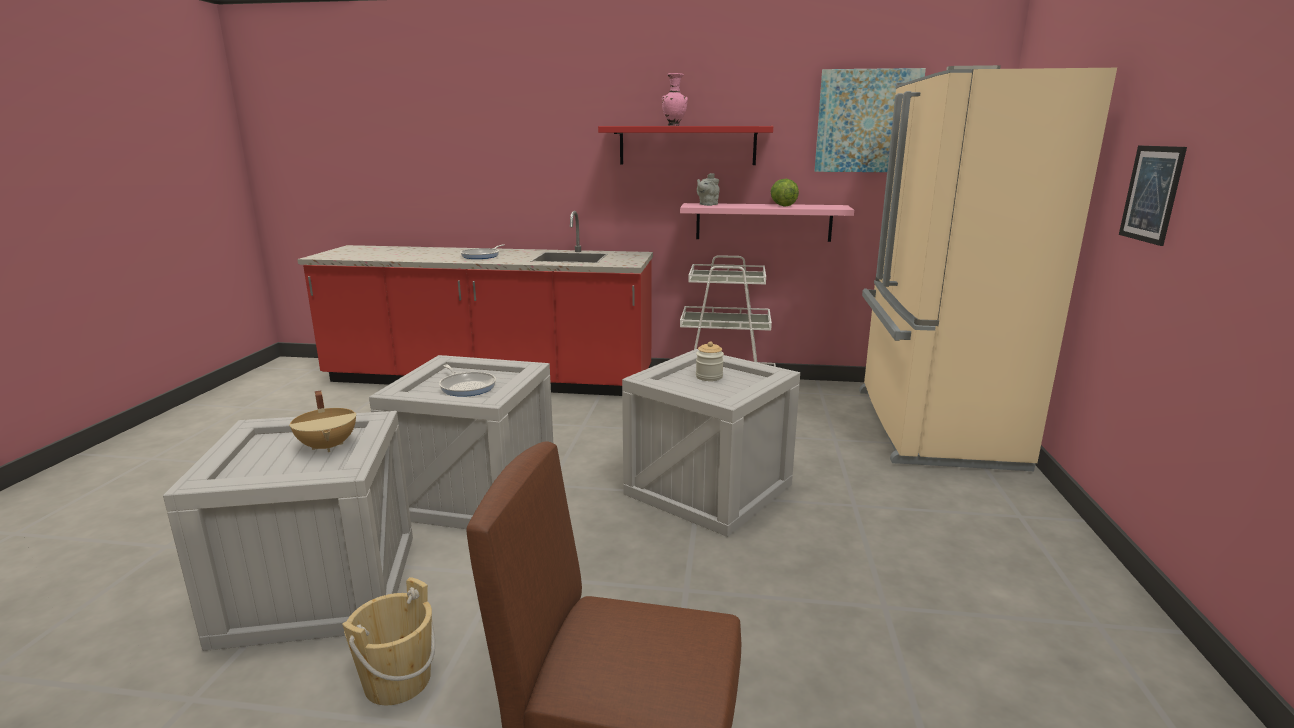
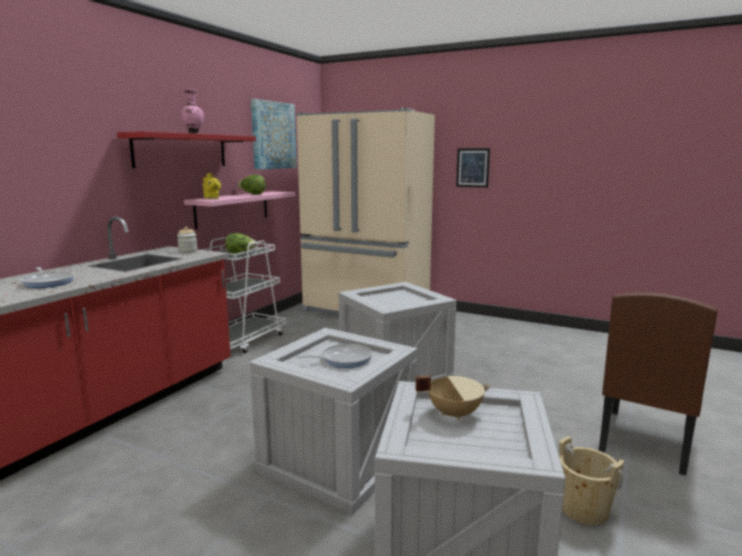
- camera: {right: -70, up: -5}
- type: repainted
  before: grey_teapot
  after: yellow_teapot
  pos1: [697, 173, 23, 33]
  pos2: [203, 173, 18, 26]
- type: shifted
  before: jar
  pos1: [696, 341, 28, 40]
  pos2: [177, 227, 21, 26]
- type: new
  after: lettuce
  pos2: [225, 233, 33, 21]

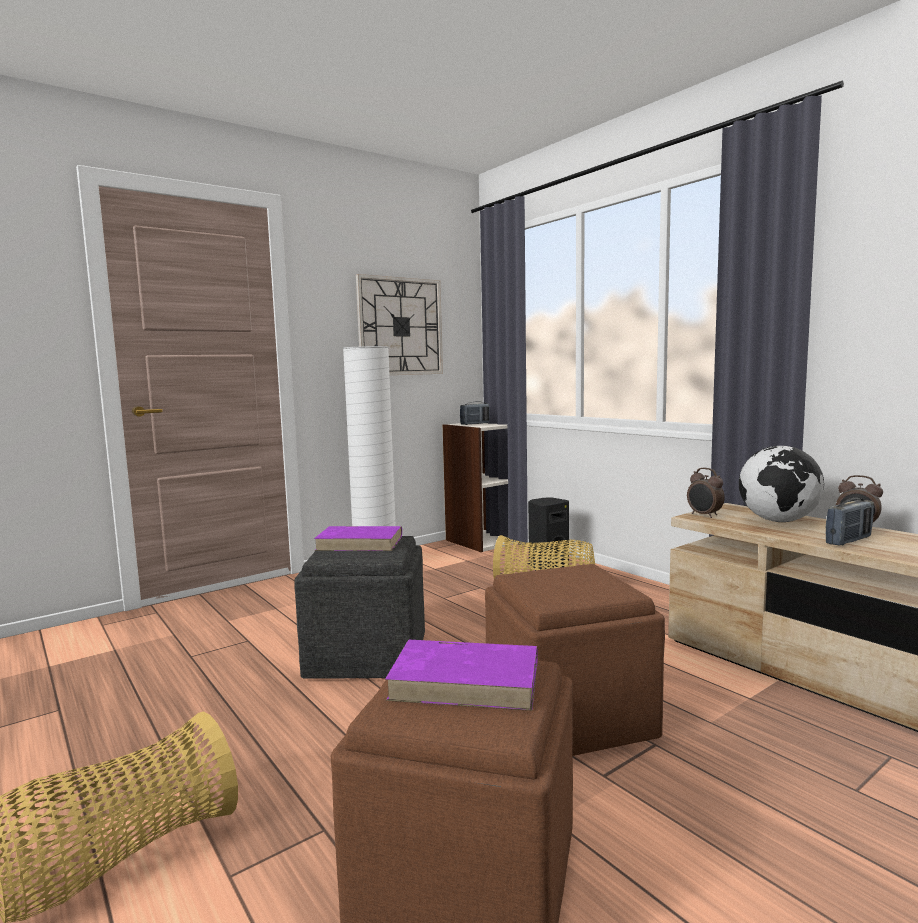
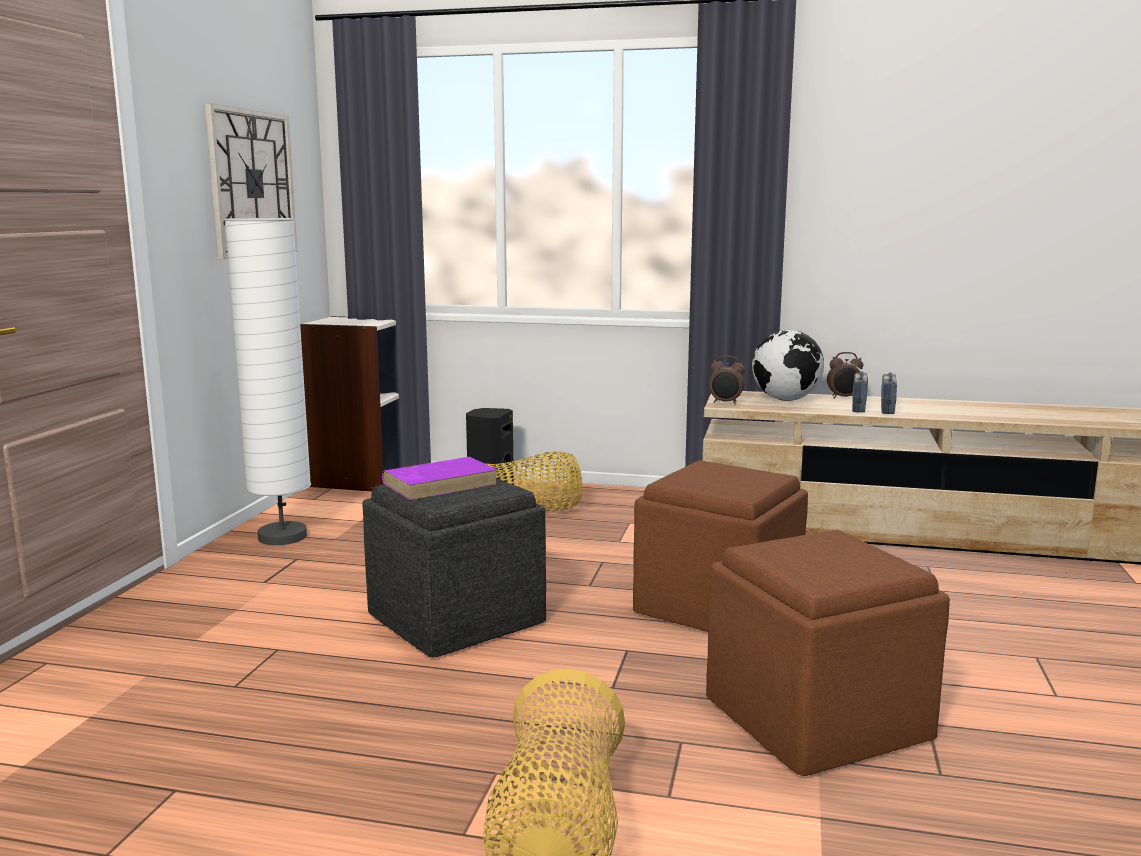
- camera: {right: -40, up: 5}
- type: shifted
  before: radio
  pos1: [460, 401, 29, 24]
  pos2: [881, 372, 16, 42]
- type: gone
  before: purple_book
  pos1: [385, 640, 153, 71]

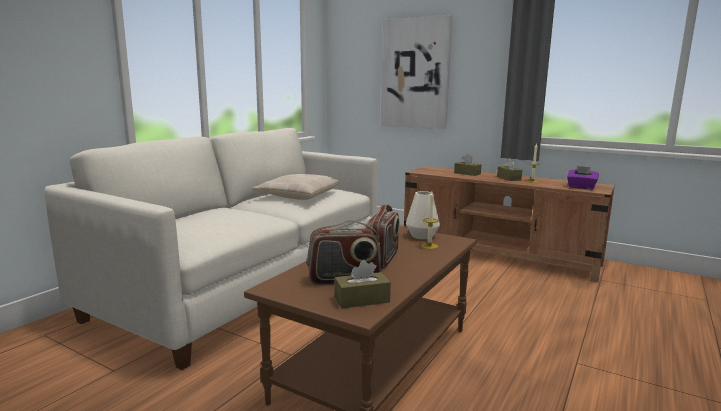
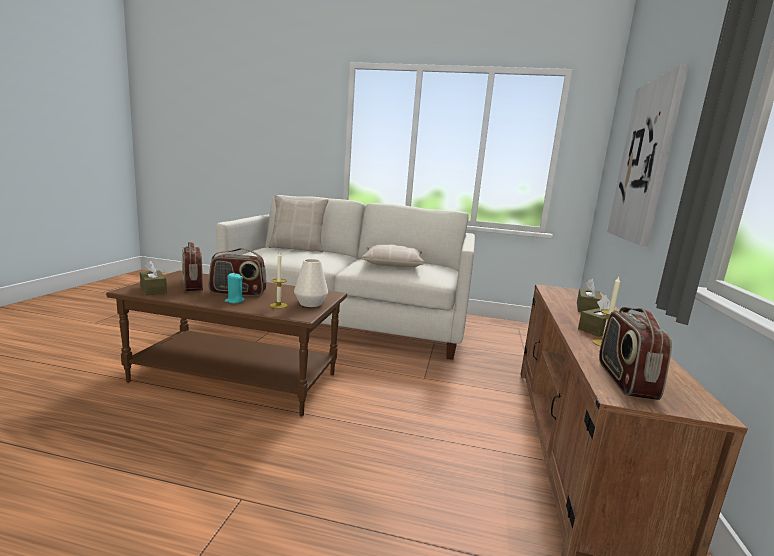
- camera: {right: 70, up: 0}
- type: swapped
  before: purple_tissue_box
  after: radio
  pos1: [567, 166, 32, 23]
  pos2: [599, 307, 73, 93]
- type: new
  after: beige_pillow
  pos2: [268, 195, 60, 57]
- type: new
  after: turquoise_candle
  pos2: [225, 273, 20, 30]

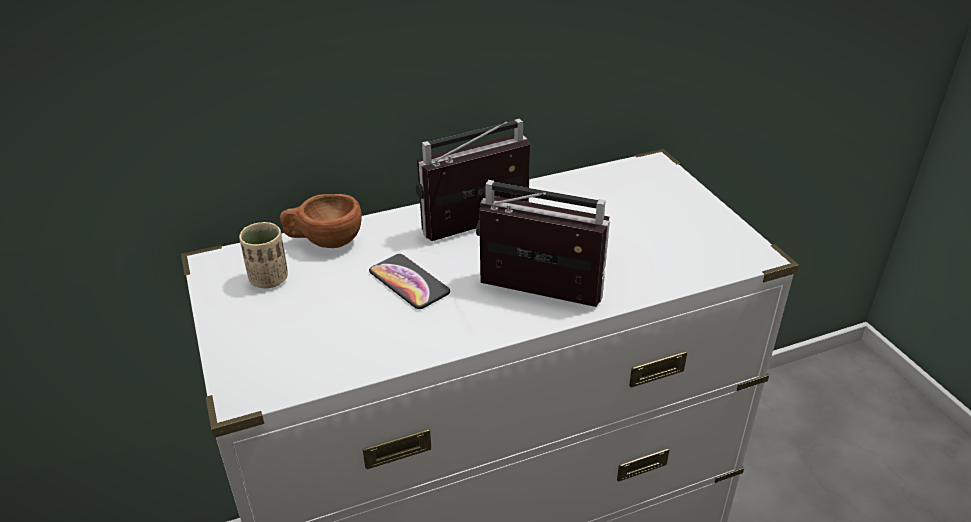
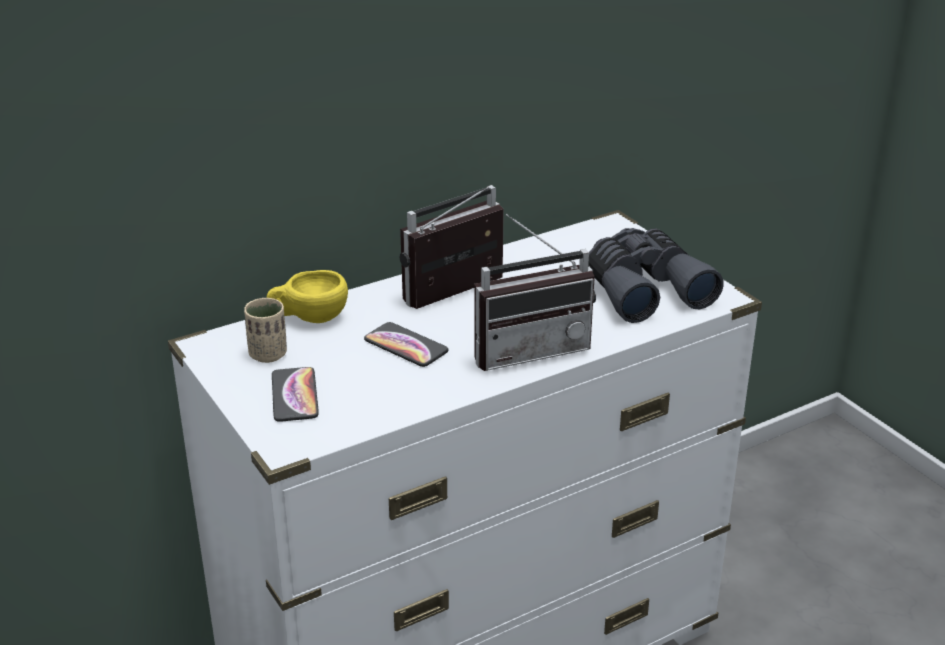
- camera: {right: -10, up: -5}
- type: rotated
  before: radio
  pos1: [476, 180, 134, 127]
  pos2: [475, 214, 121, 157]
  turn: 150
- type: repainted
  before: brown_cup
  after: yellow_cup
  pos1: [280, 194, 82, 54]
  pos2: [267, 270, 81, 53]
- type: new
  after: grey_binoculars
  pos2: [588, 228, 136, 95]
- type: new
  after: phone
  pos2: [272, 367, 47, 55]

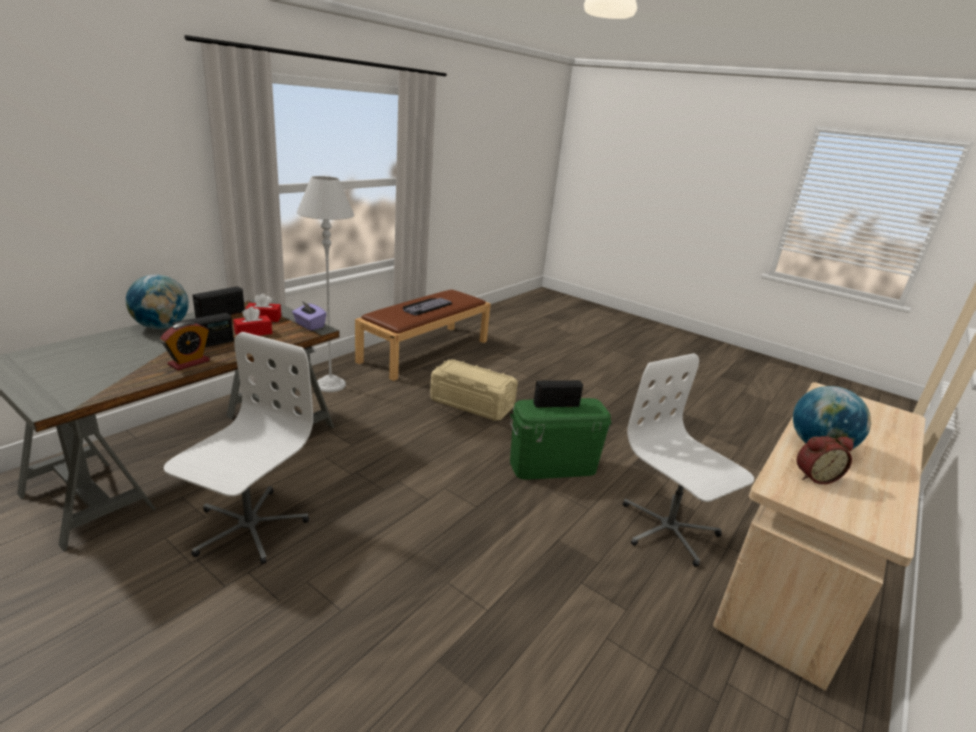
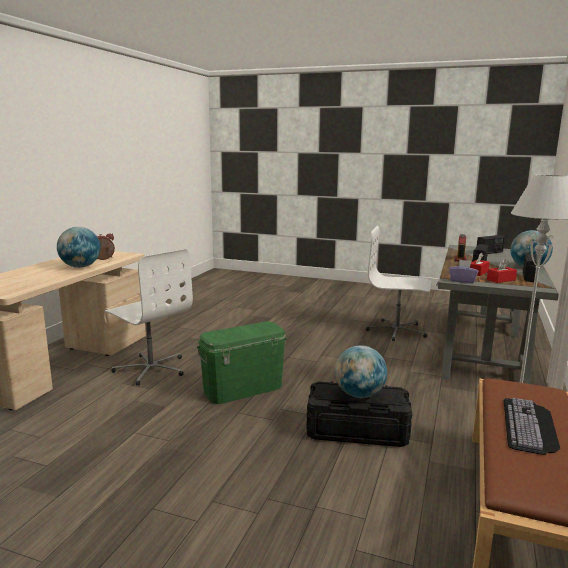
- camera: {right: 165, up: -10}
- type: rotated
  before: white_office_chair
  pos1: [164, 332, 149, 232]
  pos2: [366, 226, 66, 115]
  turn: 105
- type: repainted
  before: beige_storage_box
  after: black_storage_box
  pos1: [430, 359, 88, 62]
  pos2: [306, 381, 106, 66]
- type: shifted
  before: radio
  pos1: [533, 380, 50, 27]
  pos2: [477, 235, 28, 19]
- type: new
  after: globe
  pos2: [335, 345, 52, 53]

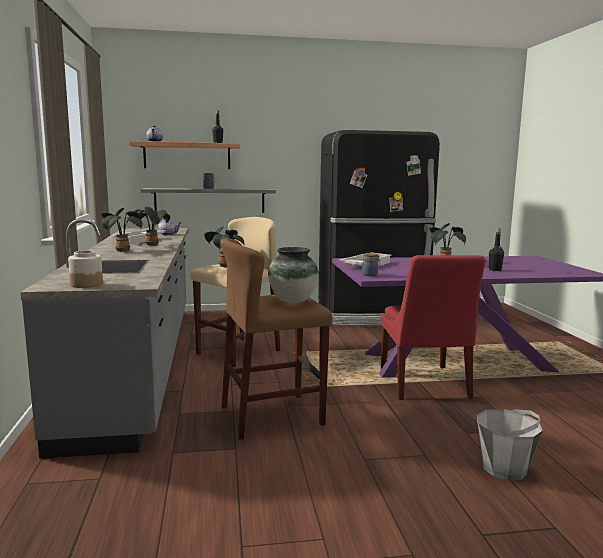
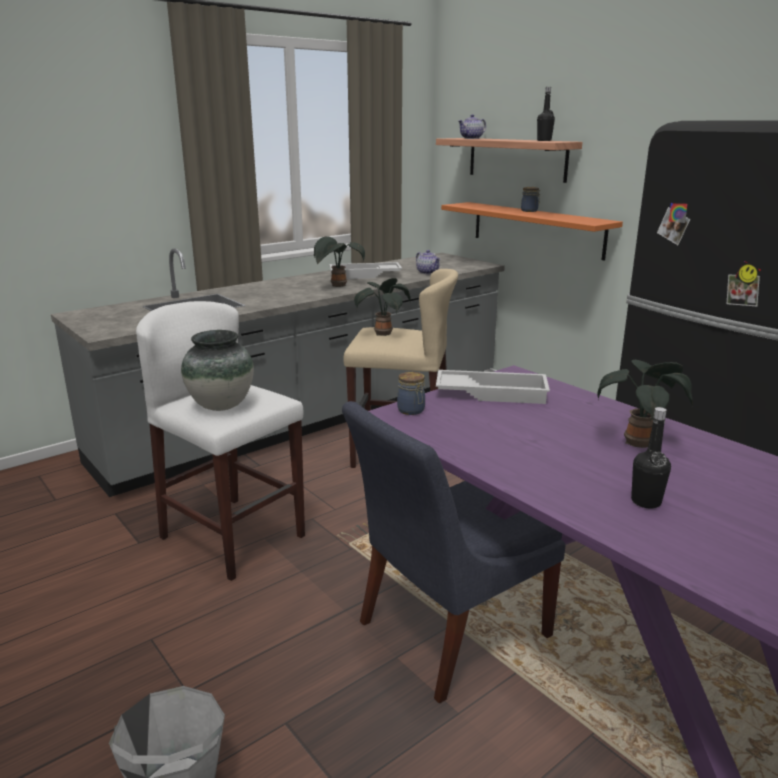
- camera: {right: 60, up: 10}
- type: repainted
  before: grey_shelf
  after: orange_shelf
  pos1: [140, 188, 136, 25]
  pos2: [441, 202, 182, 59]
- type: gone
  before: potted_plant
  pos1: [101, 208, 41, 44]
- type: repainted
  before: brown_stool
  after: white_stool
  pos1: [220, 238, 113, 202]
  pos2: [136, 301, 169, 280]
- type: gone
  before: jar
  pos1: [68, 250, 35, 38]
- type: repainted
  before: red_chair
  after: blue_chair
  pos1: [381, 255, 105, 145]
  pos2: [342, 401, 224, 302]

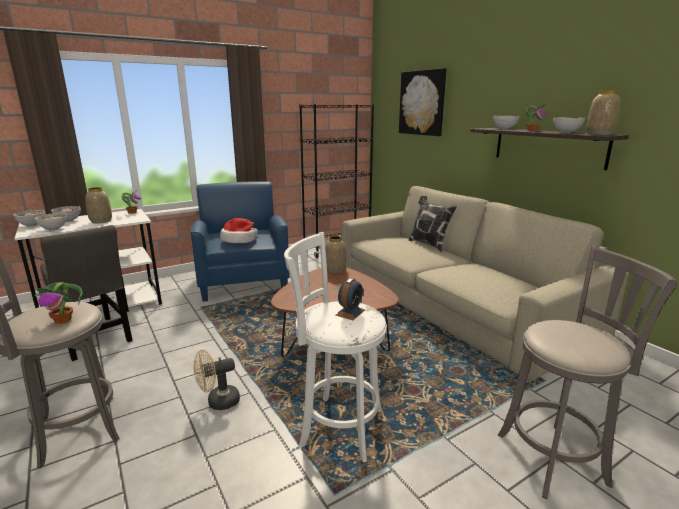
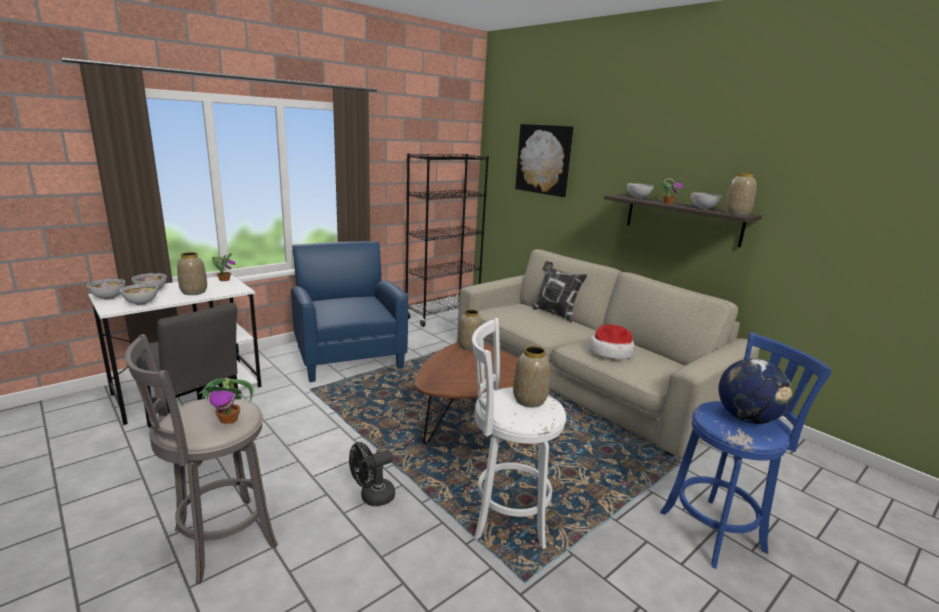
- camera: {right: -10, up: 0}
- type: shifted
  before: hat
  pos1: [220, 218, 38, 25]
  pos2: [589, 324, 46, 35]
- type: repainted
  before: grey_stool
  after: blue_stool
  pos1: [498, 245, 179, 254]
  pos2: [660, 332, 171, 237]
- type: swapped
  before: alarm_clock
  after: vase
  pos1: [335, 278, 30, 42]
  pos2: [513, 346, 37, 61]
- type: repainted
  before: beige_fan
  after: black_fan
  pos1: [194, 350, 46, 60]
  pos2: [349, 442, 46, 64]
- type: new
  after: globe
  pos2: [718, 359, 74, 65]

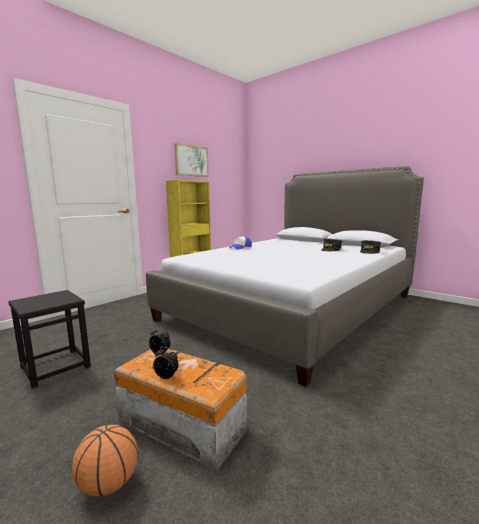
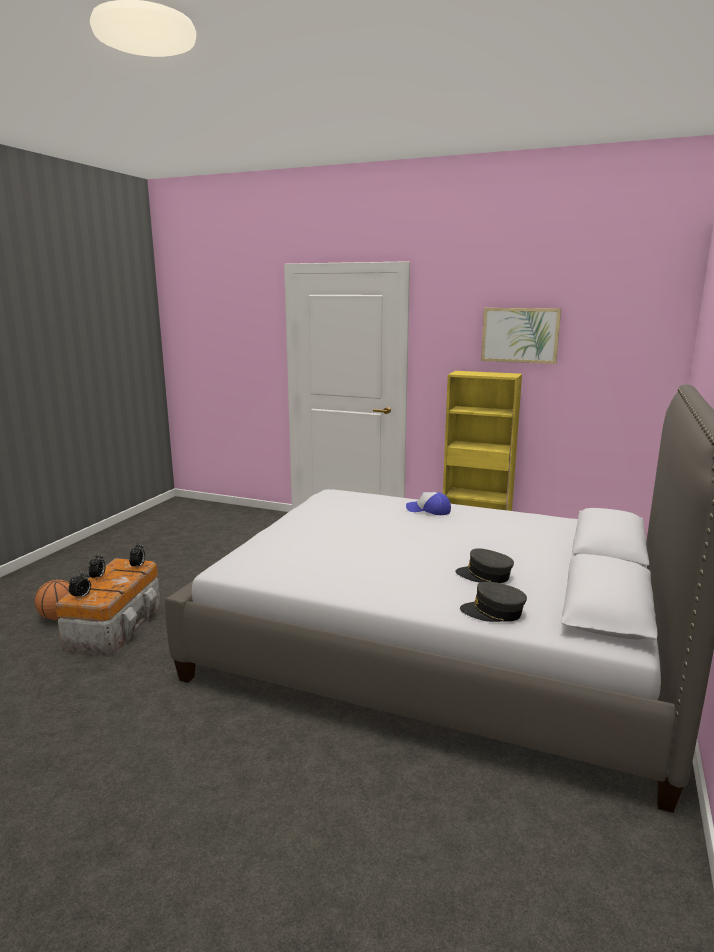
- camera: {right: 70, up: 5}
- type: gone
  before: black_stool
  pos1: [8, 290, 83, 98]
- type: new
  after: alarm_clock
  pos2: [69, 571, 22, 28]

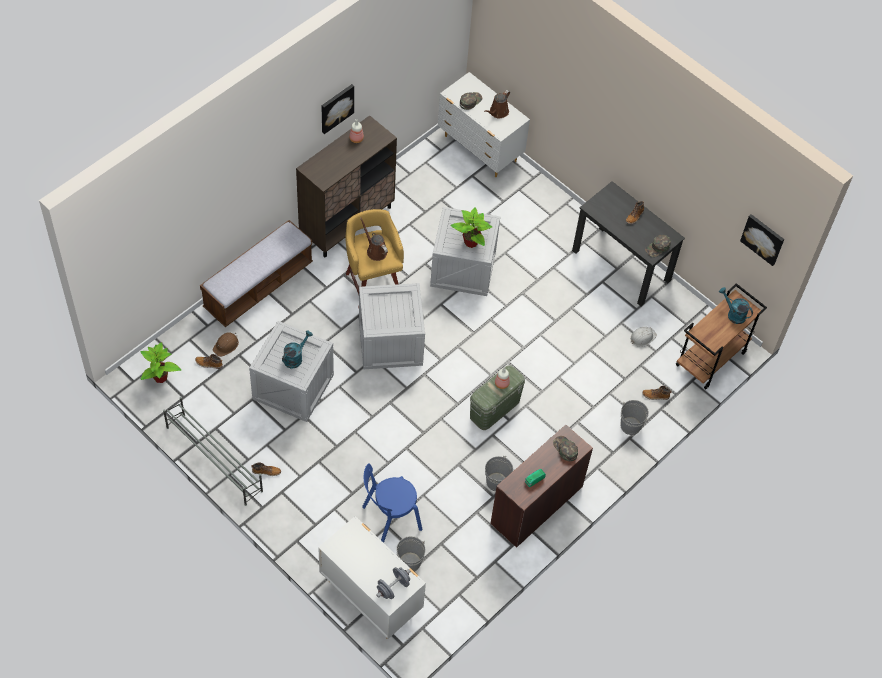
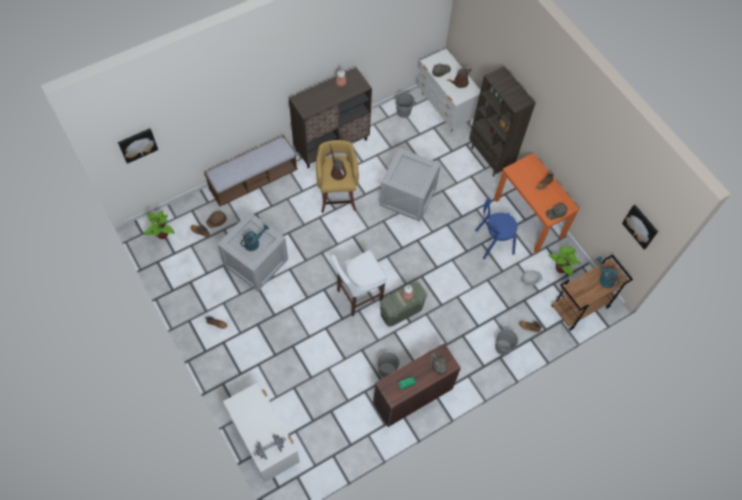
- camera: {right: 15, up: 5}
- type: shifted
  before: picture
  pos1: [321, 84, 33, 50]
  pos2: [118, 128, 40, 36]
- type: repainted
  before: black_desk
  after: orange_desk
  pos1: [572, 181, 113, 125]
  pos2: [494, 153, 86, 100]
- type: shifted
  before: potted_plant
  pos1: [450, 207, 42, 41]
  pos2: [549, 246, 32, 31]
- type: gone
  before: crate
  pos1: [359, 283, 66, 86]
- type: gone
  before: grey_shoe_rack
  pos1: [163, 397, 100, 109]
- type: shifted
  before: blue_chair
  pos1: [362, 463, 60, 80]
  pos2: [475, 198, 43, 61]
- type: shifted
  before: grey_bucket
  pos1: [396, 536, 30, 36]
  pos2: [394, 92, 21, 26]
- type: new
  after: brown_bookcase
  pos2: [469, 66, 67, 111]
- type: new
  after: white_stool
  pos2: [330, 250, 57, 67]

